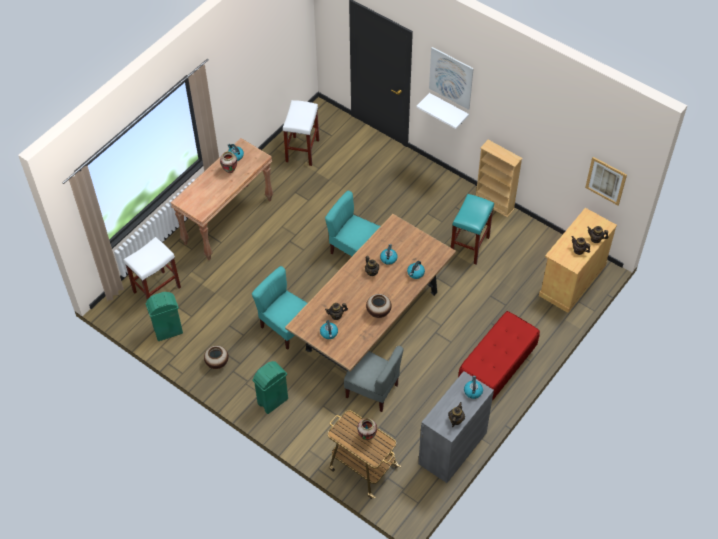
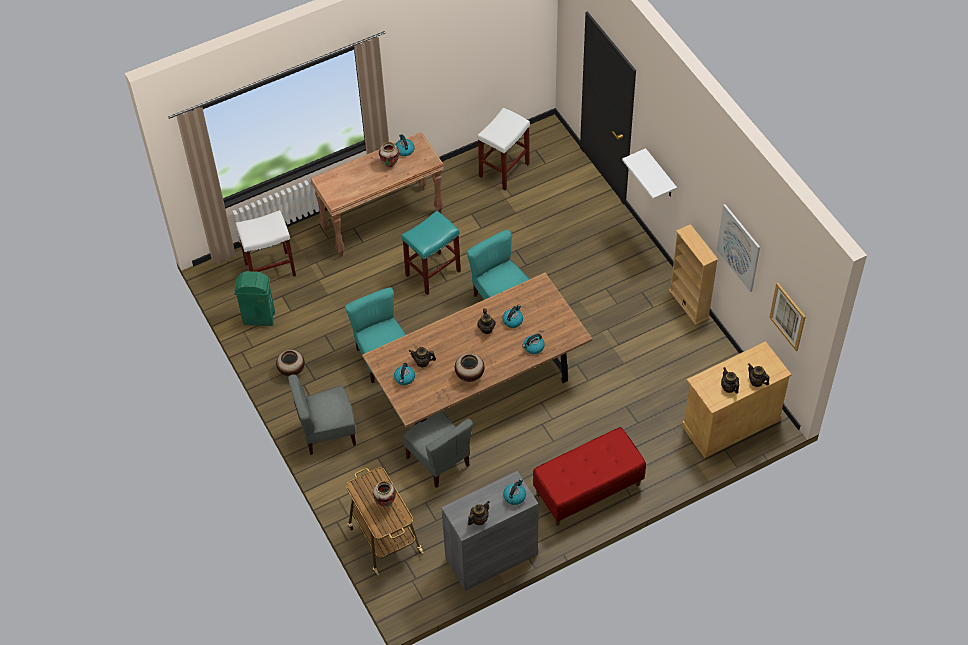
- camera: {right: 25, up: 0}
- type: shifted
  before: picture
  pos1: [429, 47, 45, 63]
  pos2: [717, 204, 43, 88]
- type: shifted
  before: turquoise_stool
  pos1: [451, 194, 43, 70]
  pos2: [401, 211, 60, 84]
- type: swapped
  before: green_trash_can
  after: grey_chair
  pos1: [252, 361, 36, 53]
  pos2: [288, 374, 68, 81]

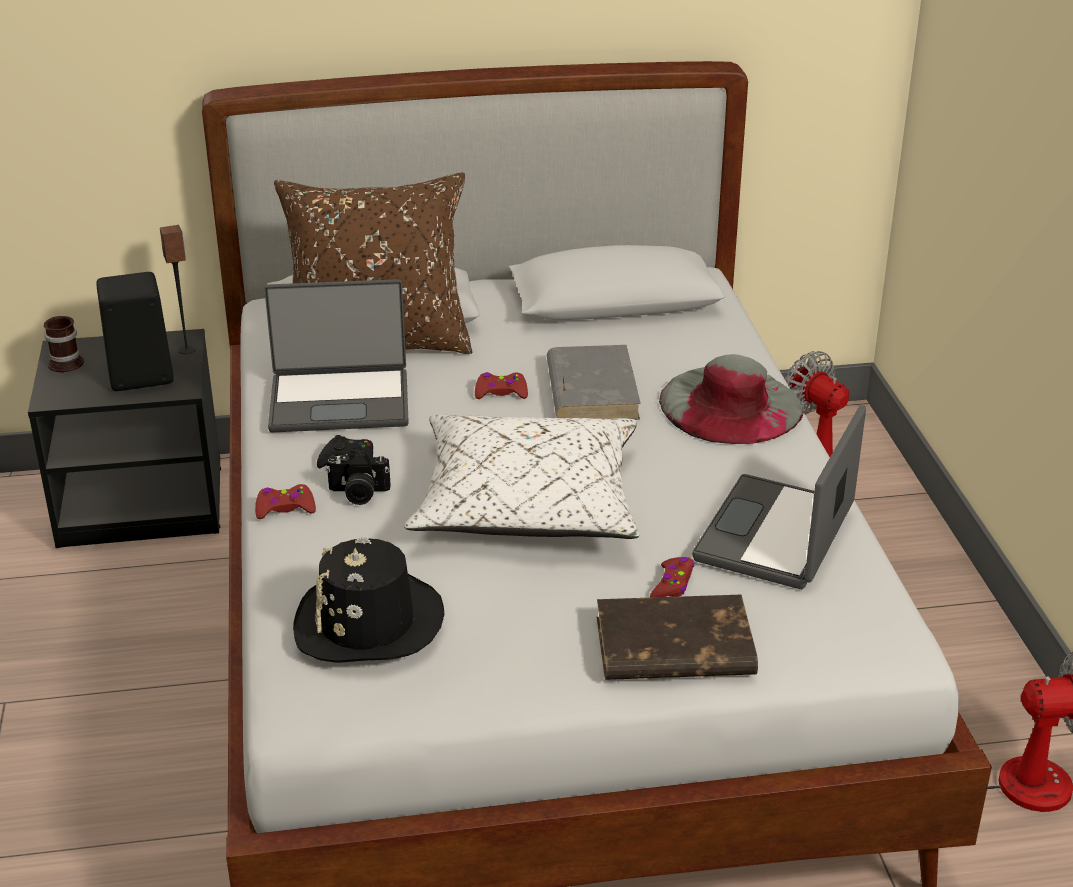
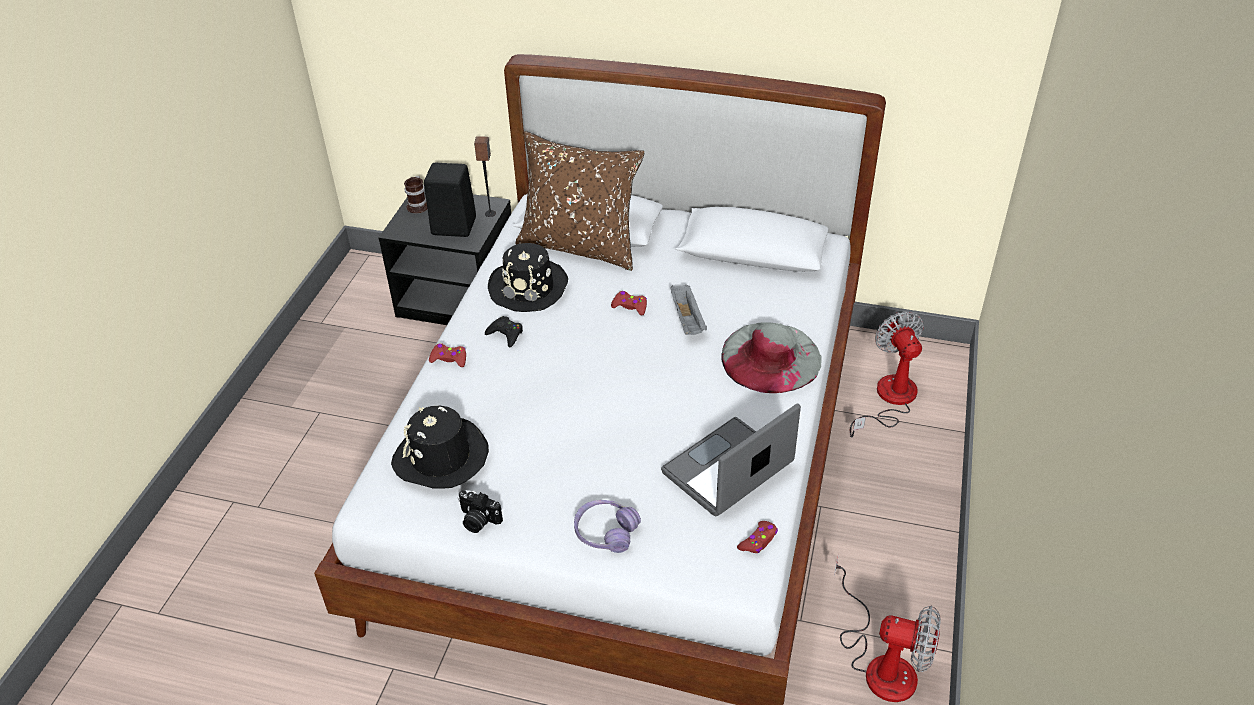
- camera: {right: 25, up: 10}
- type: swapped
  before: laptop
  after: black_hat
  pos1: [264, 279, 145, 154]
  pos2: [488, 243, 80, 69]
- type: swapped
  before: grey_book
  after: grey_tray
  pos1: [547, 345, 94, 75]
  pos2: [671, 285, 36, 50]
- type: gone
  before: white_pillow
  pos1: [405, 414, 234, 125]
- type: shifted
  before: photo_camera
  pos1: [326, 451, 65, 54]
  pos2: [458, 490, 45, 43]
- type: shifted
  before: red_game_controller
  pos1: [650, 557, 44, 41]
  pos2: [737, 521, 41, 32]
- type: swapped
  before: brown_book
  after: purple_headphones
  pos1: [597, 595, 161, 85]
  pos2: [574, 500, 67, 53]

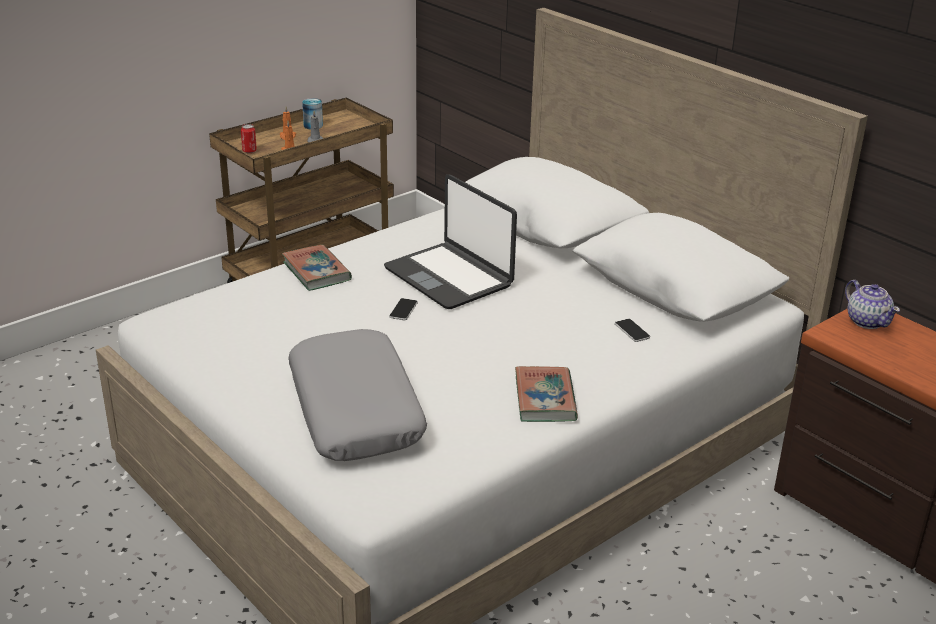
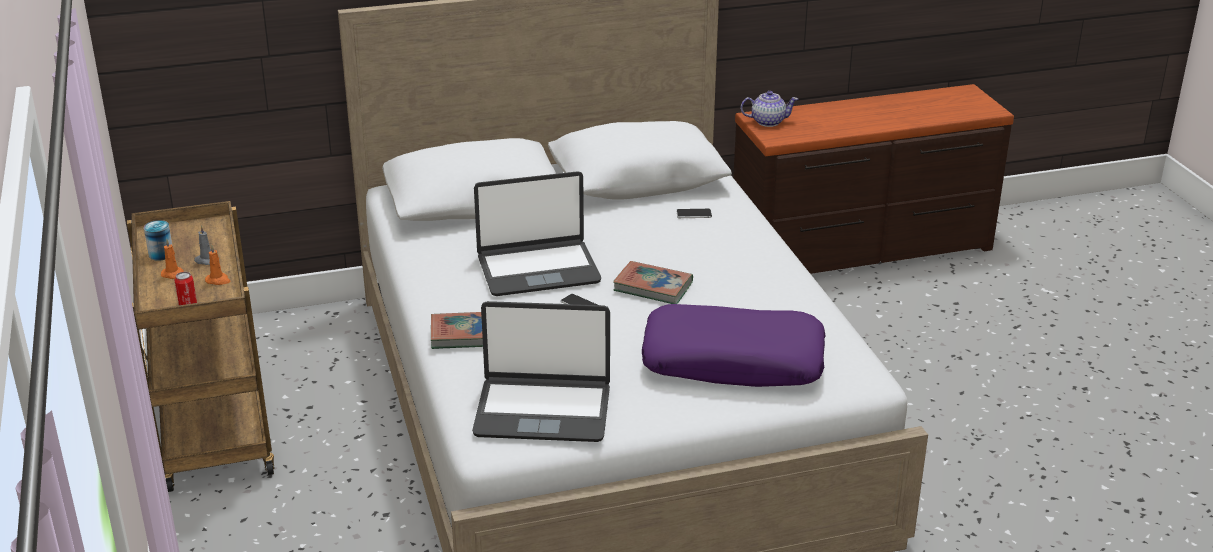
- camera: {right: -65, up: 0}
- type: repainted
  before: grey_pillow
  after: purple_pillow
  pos1: [288, 329, 139, 132]
  pos2: [642, 304, 183, 83]
- type: shifted
  before: book
  pos1: [515, 366, 63, 56]
  pos2: [613, 261, 80, 43]
- type: new
  after: laptop
  pos2: [472, 301, 138, 141]

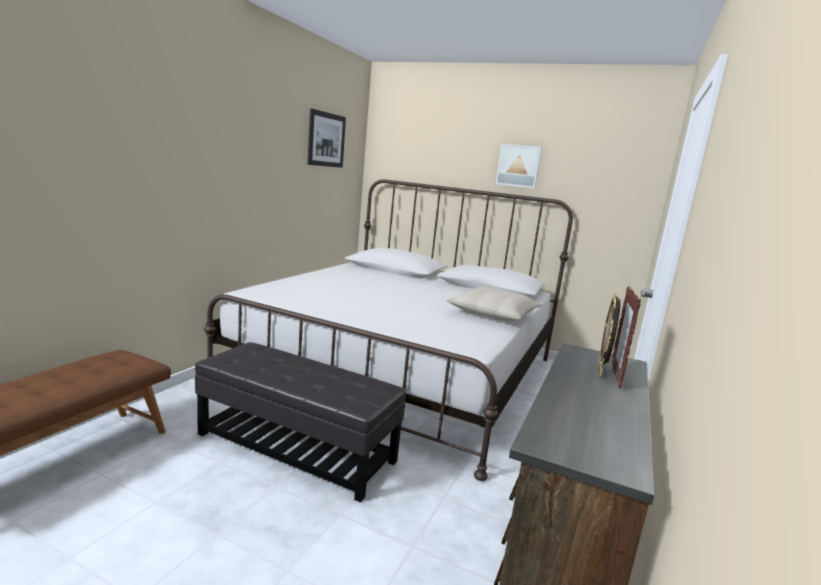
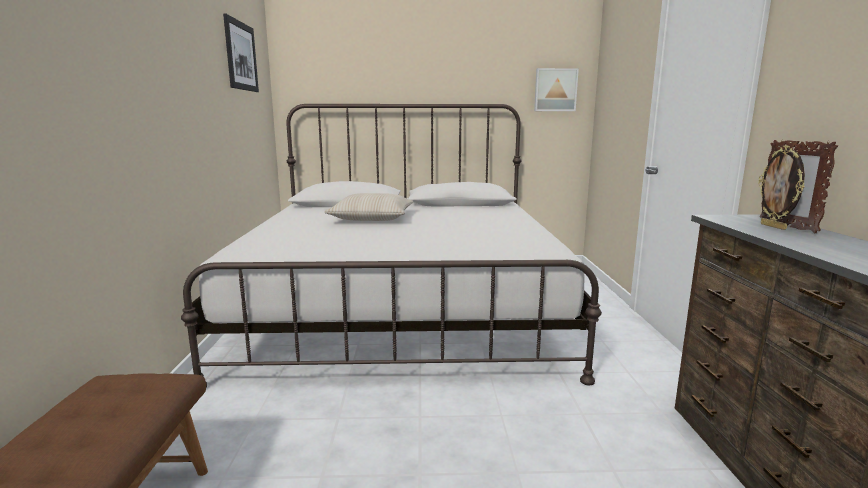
- camera: {right: -25, up: 0}
- type: shifted
  before: picture
  pos1: [496, 144, 46, 44]
  pos2: [534, 68, 45, 43]
- type: shifted
  before: beige_pillow
  pos1: [446, 286, 96, 35]
  pos2: [324, 193, 90, 28]
- type: gone
  before: black_ottoman
  pos1: [195, 342, 211, 160]

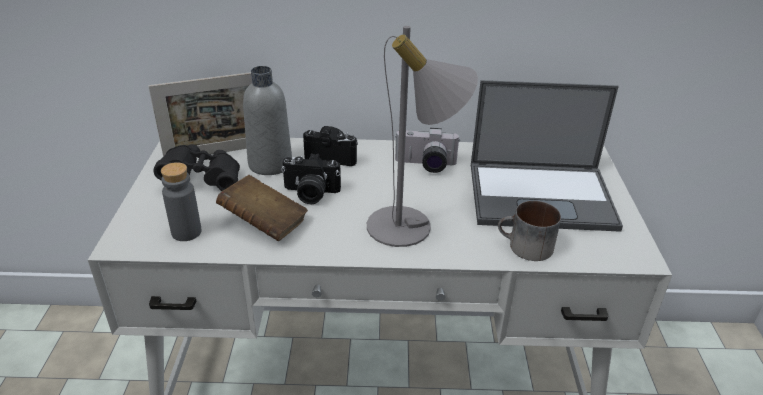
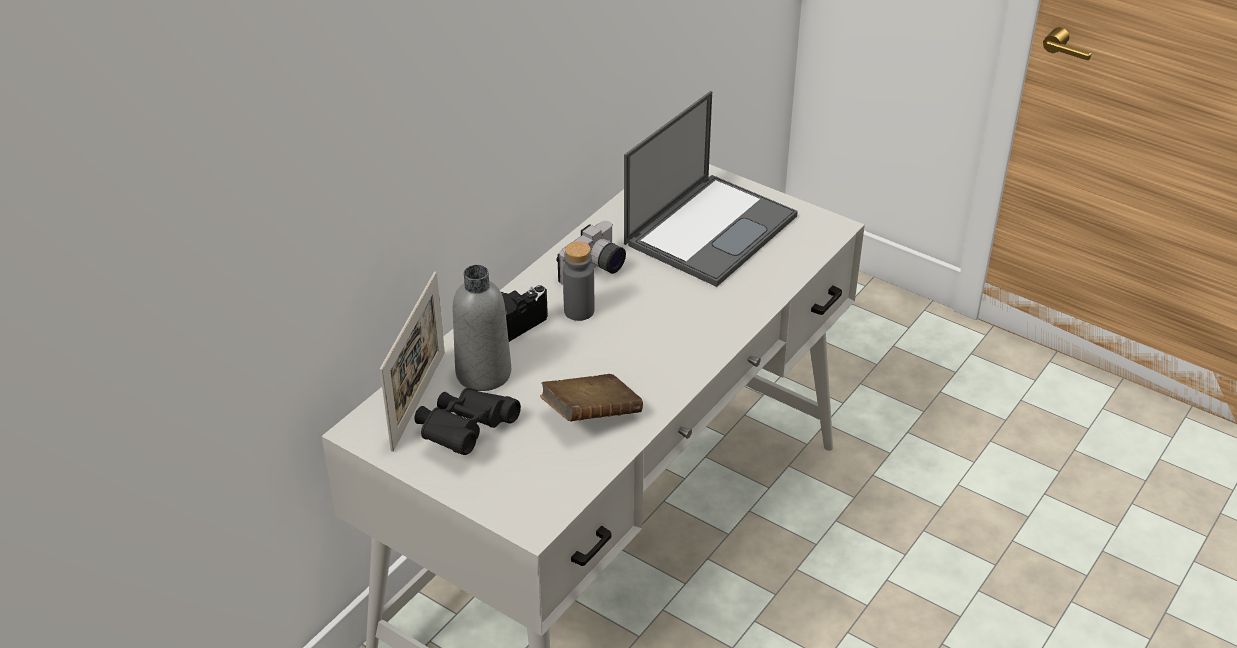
- camera: {right: -55, up: 5}
- type: gone
  before: grey_table_lamp
  pos1: [367, 26, 111, 221]
- type: gone
  before: photo_camera
  pos1: [281, 153, 60, 51]
- type: shifted
  before: grey_bottle
  pos1: [161, 162, 40, 79]
  pos2: [563, 241, 31, 80]
- type: gone
  before: mug
  pos1: [498, 201, 63, 60]

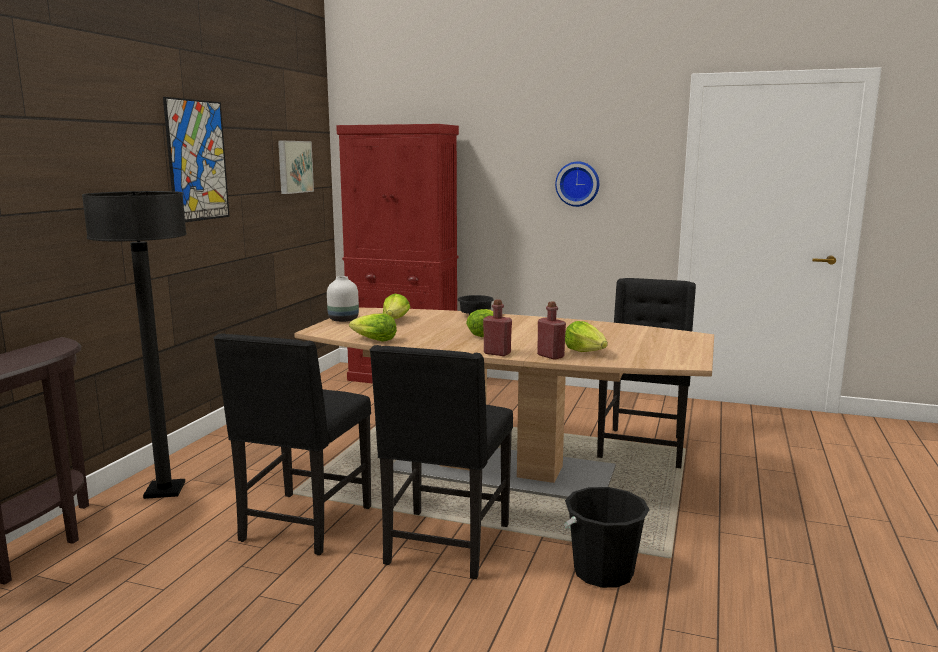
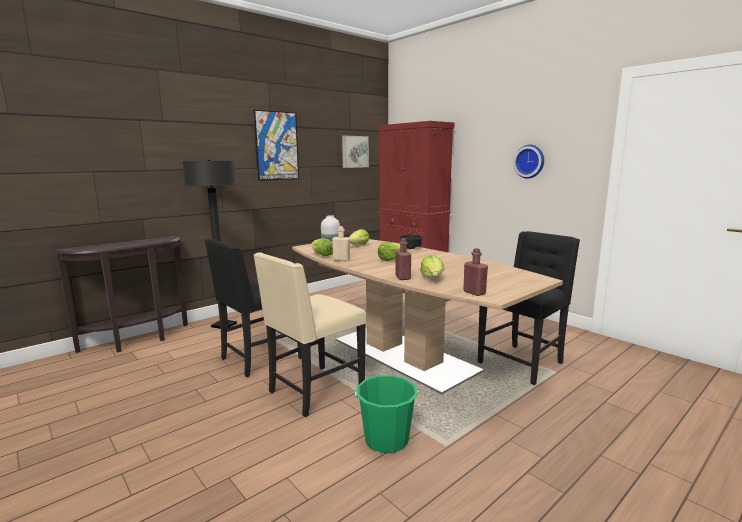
- camera: {right: 30, up: 0}
- type: shifted
  before: red_bottle
  pos1: [483, 299, 29, 57]
  pos2: [463, 248, 25, 48]
- type: repainted
  before: black_chair
  after: beige_chair
  pos1: [370, 345, 143, 234]
  pos2: [253, 252, 113, 165]
- type: repainted
  before: black_bucket
  after: green_bucket
  pos1: [564, 487, 86, 101]
  pos2: [355, 375, 63, 78]
- type: new
  after: beige_bottle
  pos2: [332, 226, 18, 35]

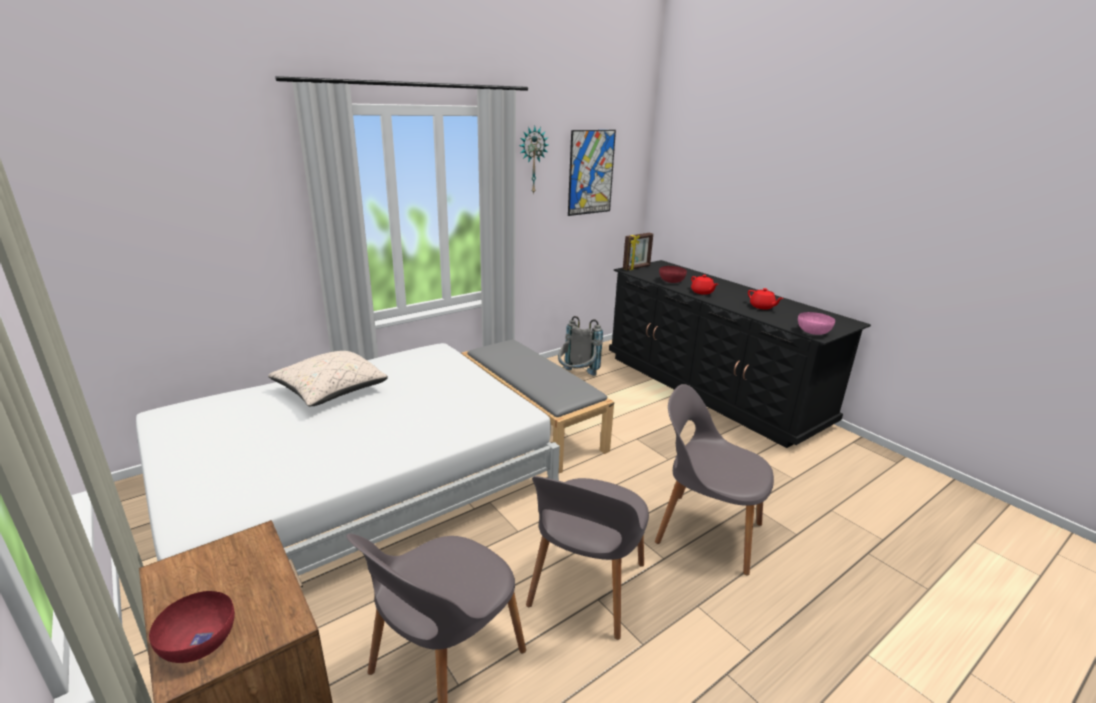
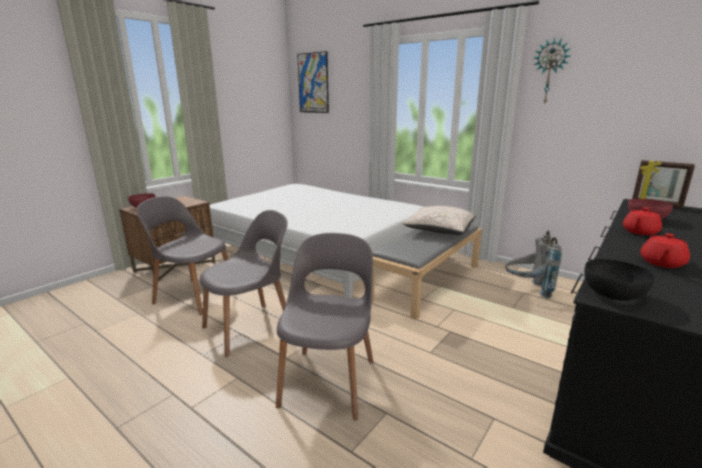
- camera: {right: 75, up: -5}
- type: shifted
  before: picture
  pos1: [568, 130, 48, 86]
  pos2: [297, 51, 32, 62]
- type: repainted
  before: pink_bowl
  after: black_bowl
  pos1: [798, 312, 37, 23]
  pos2: [584, 259, 70, 42]
- type: shifted
  before: beige_pillow
  pos1: [268, 351, 120, 55]
  pos2: [402, 206, 74, 29]
- type: rotated
  before: grey_chair
  pos1: [526, 476, 123, 164]
  pos2: [200, 210, 88, 147]
  turn: 135

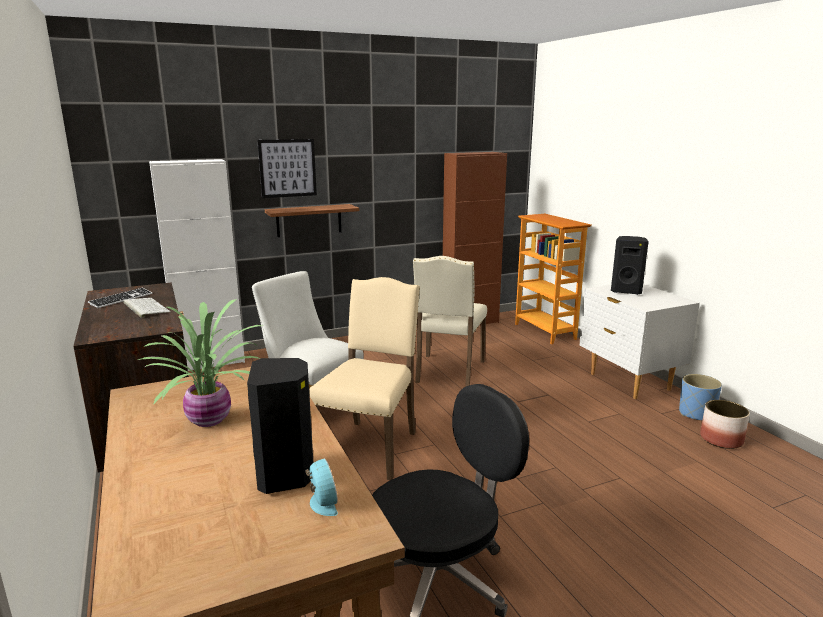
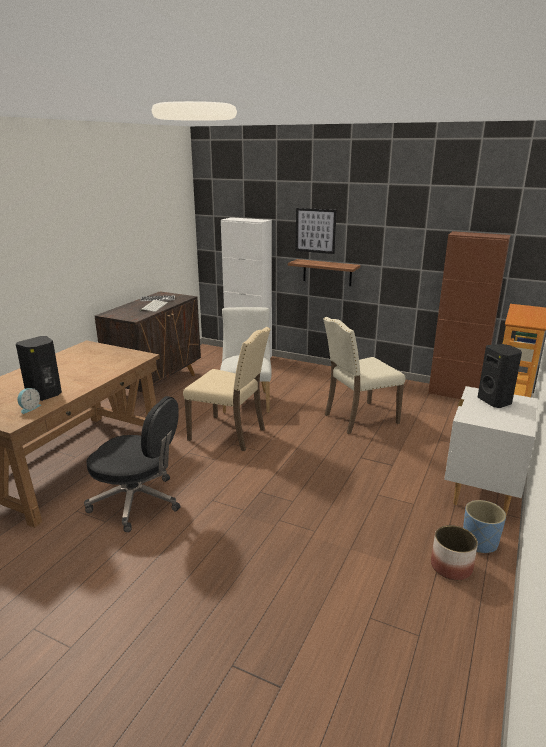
- camera: {right: 50, up: 5}
- type: rotated
  before: beige_chair
  pos1: [309, 277, 111, 203]
  pos2: [183, 327, 88, 124]
  turn: 45
- type: gone
  before: potted_plant
  pos1: [138, 299, 124, 128]

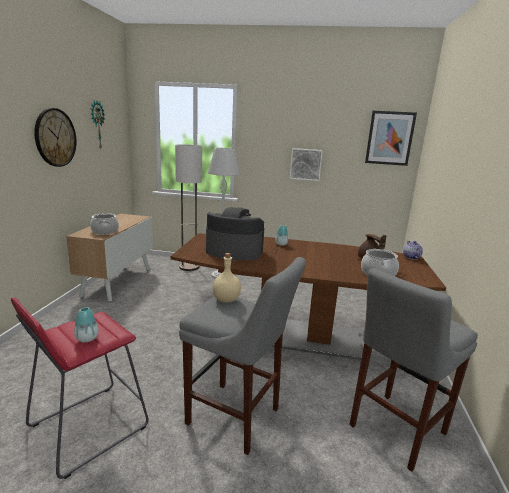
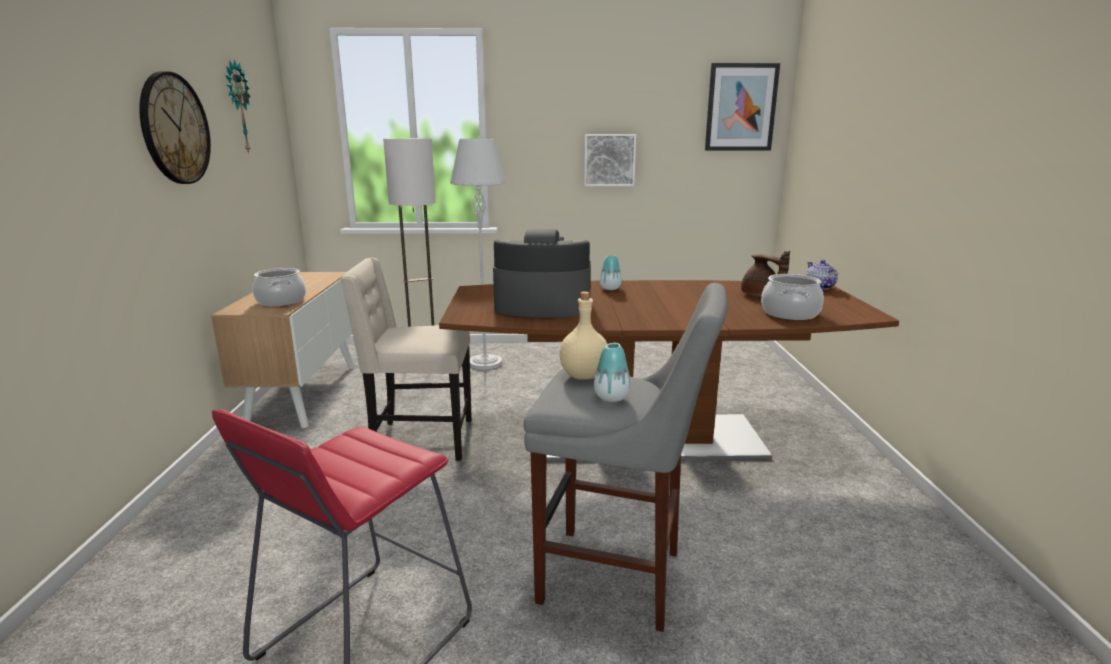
- camera: {right: -10, up: 0}
- type: gone
  before: grey_stool
  pos1: [349, 268, 129, 204]
- type: shifted
  before: vase
  pos1: [74, 307, 25, 36]
  pos2: [594, 343, 37, 59]
- type: new
  after: beige_chair
  pos2: [340, 258, 132, 203]

